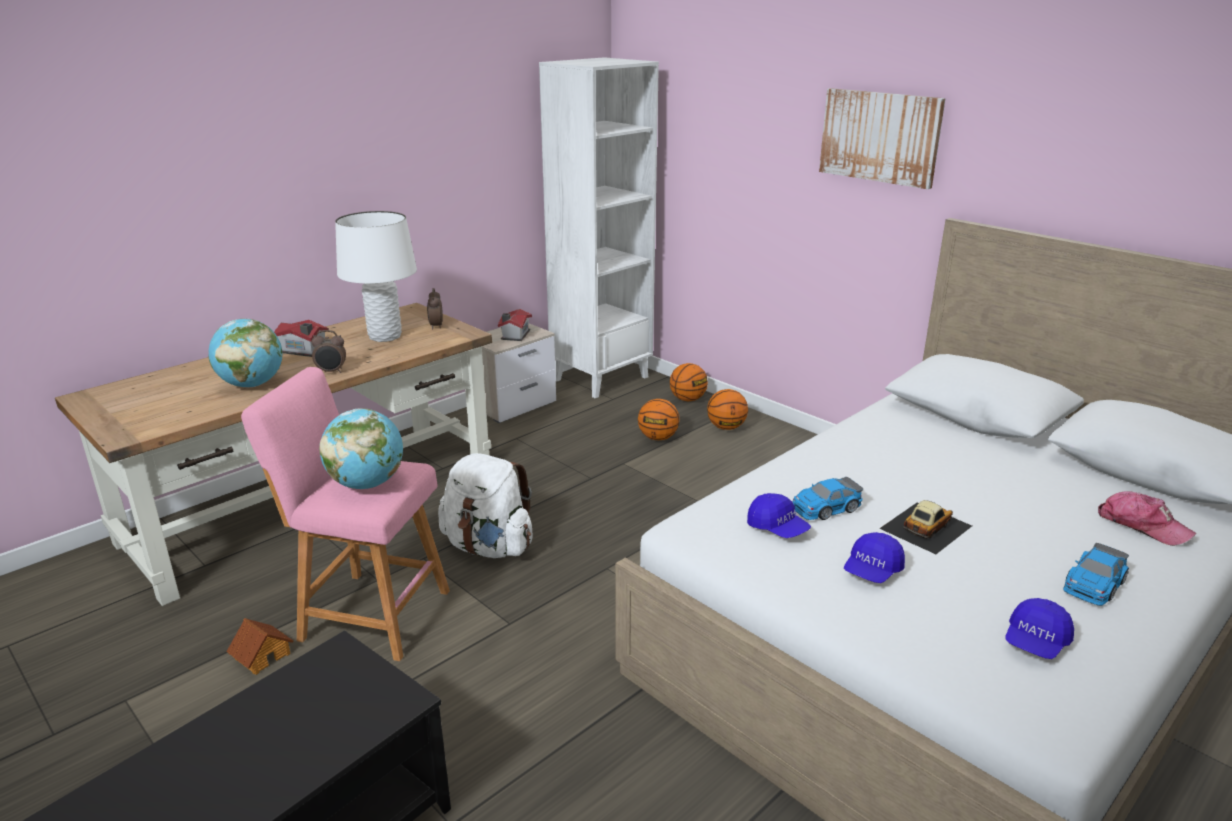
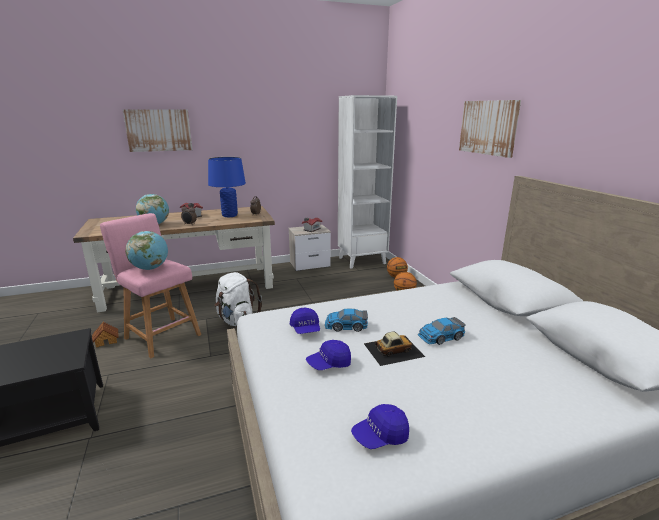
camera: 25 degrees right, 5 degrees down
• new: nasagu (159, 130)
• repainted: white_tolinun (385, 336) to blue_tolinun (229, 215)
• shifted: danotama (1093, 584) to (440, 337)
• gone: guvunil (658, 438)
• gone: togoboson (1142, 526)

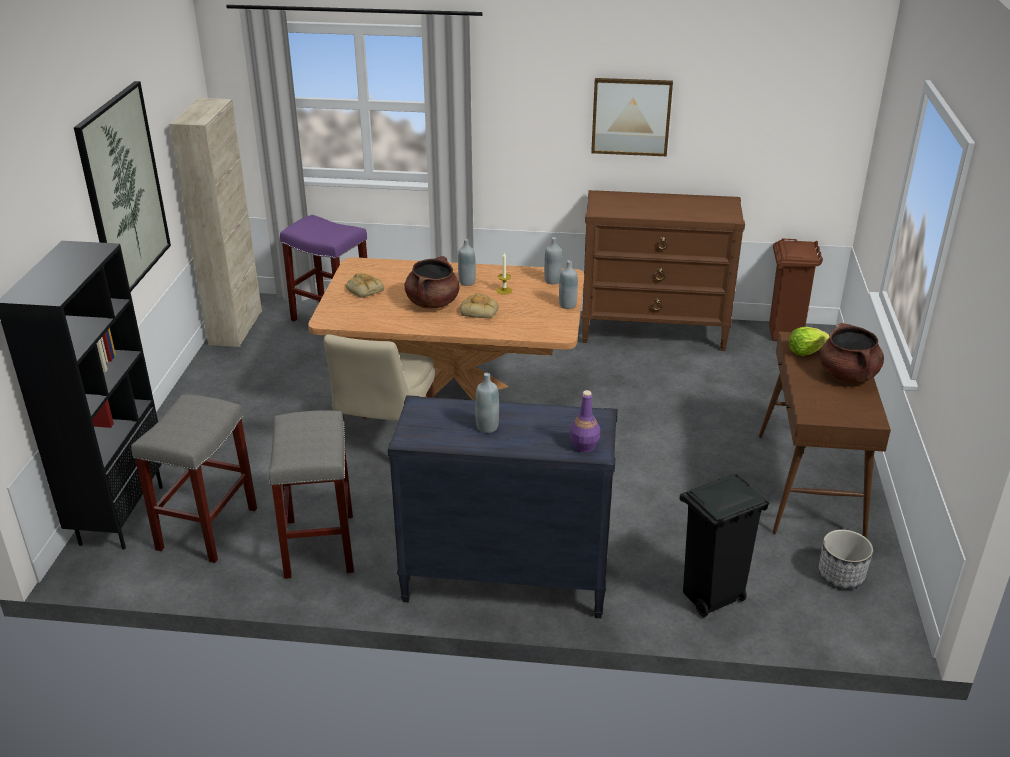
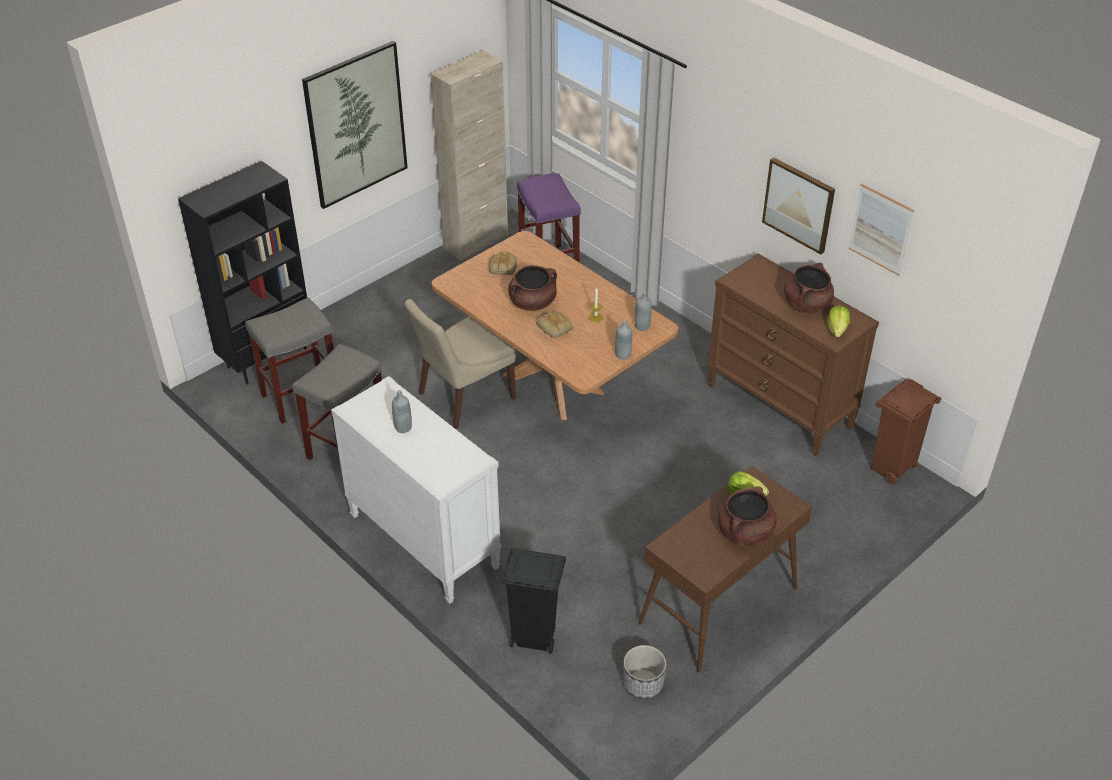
camera: 40 degrees right, 10 degrees up
• repainted: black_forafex (504, 582) to white_forafex (423, 541)
• new: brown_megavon (806, 304)
• new: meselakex (837, 330)
• new: nasagu (880, 229)
• gone: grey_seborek (467, 282)
• gone: purple_seborek (584, 446)

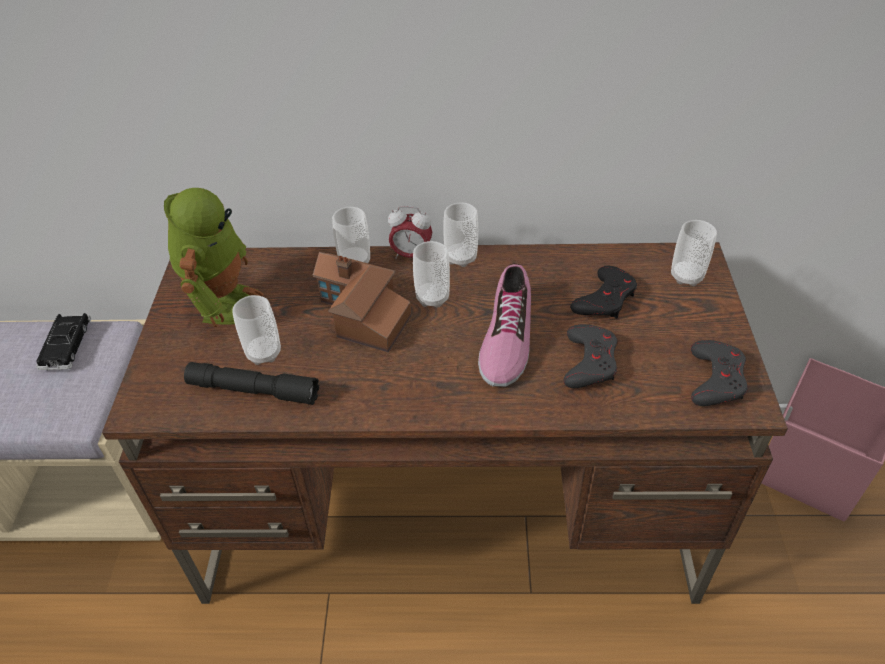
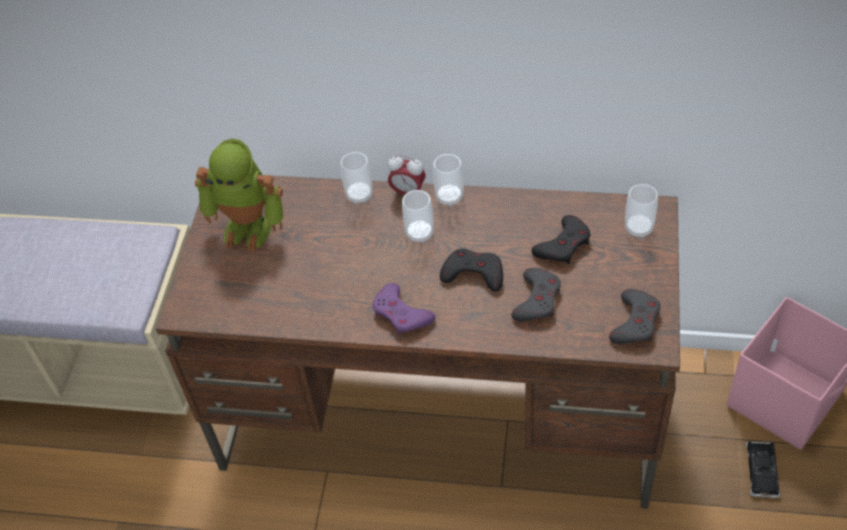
camera: 10 degrees right, 5 degrees up
• rotated: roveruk (224, 303) = (249, 227) 90 degrees clockwise
• new: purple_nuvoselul (401, 314)
• swapped: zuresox (505, 337) to black_nuvoselul (473, 273)
• shifted: black_danotama (66, 345) to (761, 471)
• gone: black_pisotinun (253, 390)
• gone: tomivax (264, 353)
• gone: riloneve (361, 315)

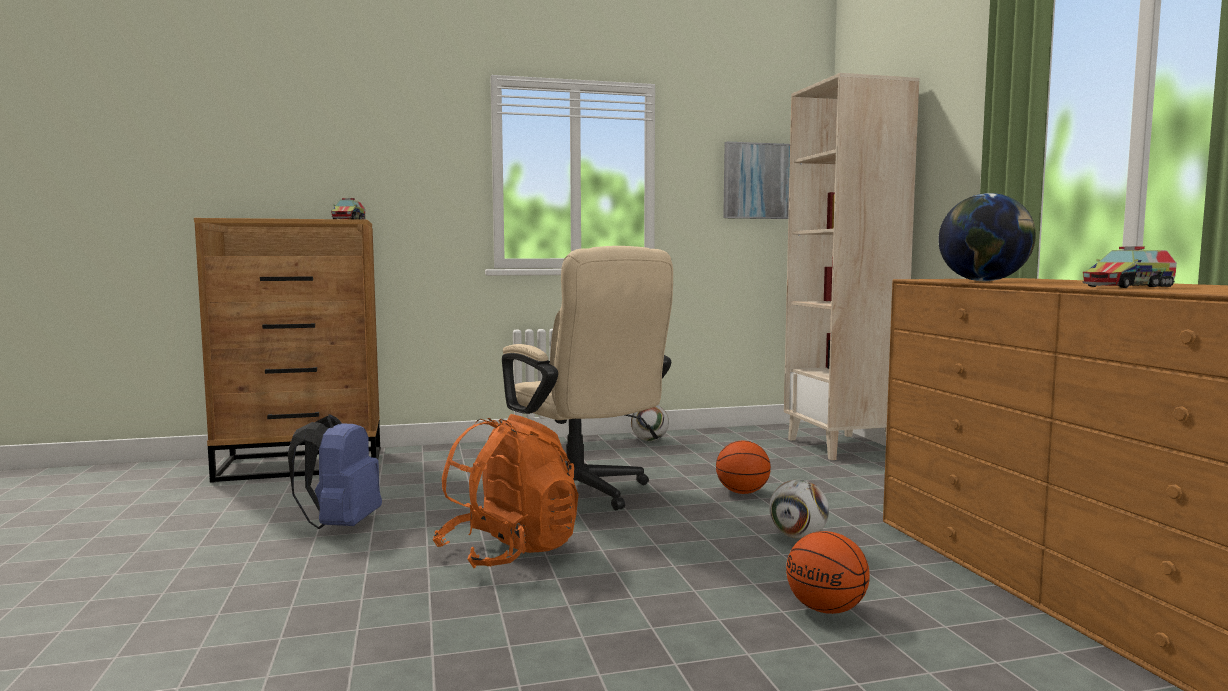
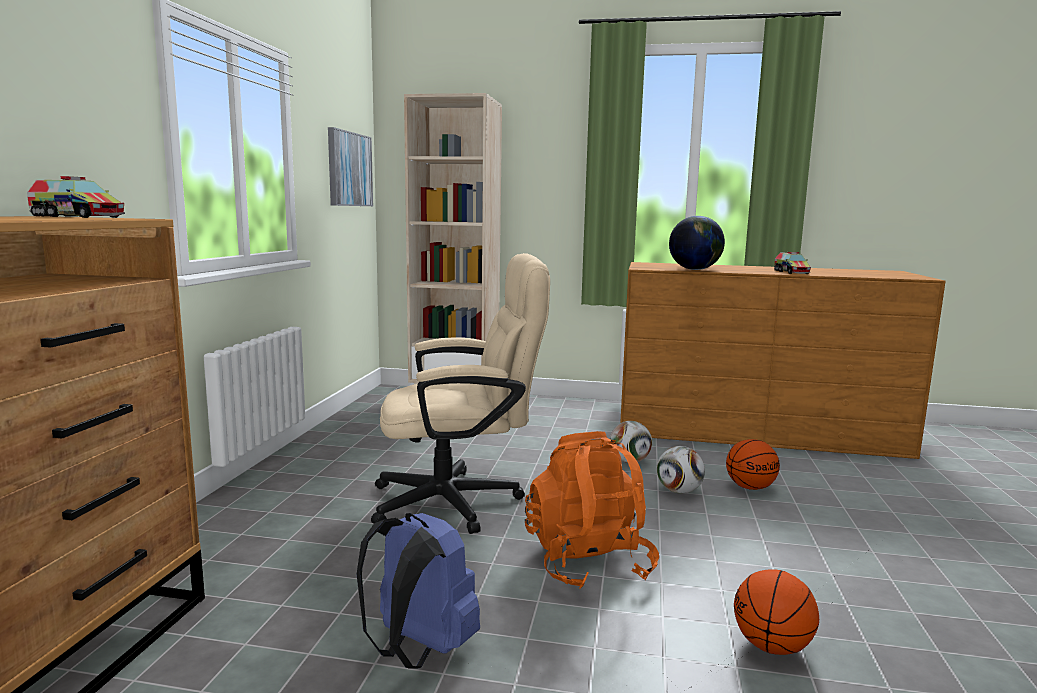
camera: 65 degrees left, 5 degrees up
• shifted: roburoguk (649, 440) to (679, 491)
• shifted: guvunil (742, 493) to (772, 647)

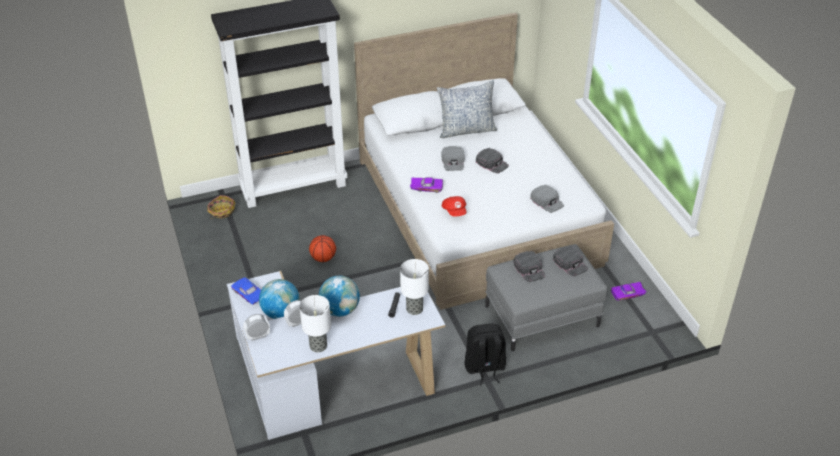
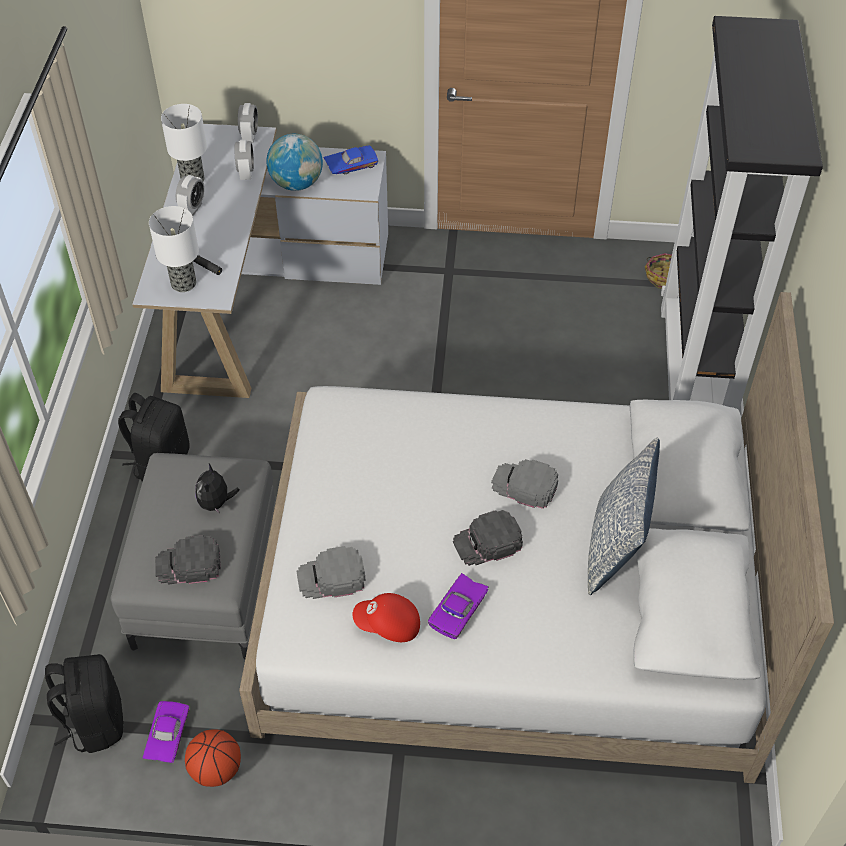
camera: 115 degrees right, 10 degrees up
• new: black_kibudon (95, 721)
• new: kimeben (193, 208)
• shifted: guvunil (323, 258) to (216, 769)
• swapped: black_togoboson (529, 269) to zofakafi (216, 503)
• shifted: red_togoboson (455, 211) to (388, 625)
• shifted: purple_danotama (426, 187) to (459, 611)
• gone: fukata (340, 310)

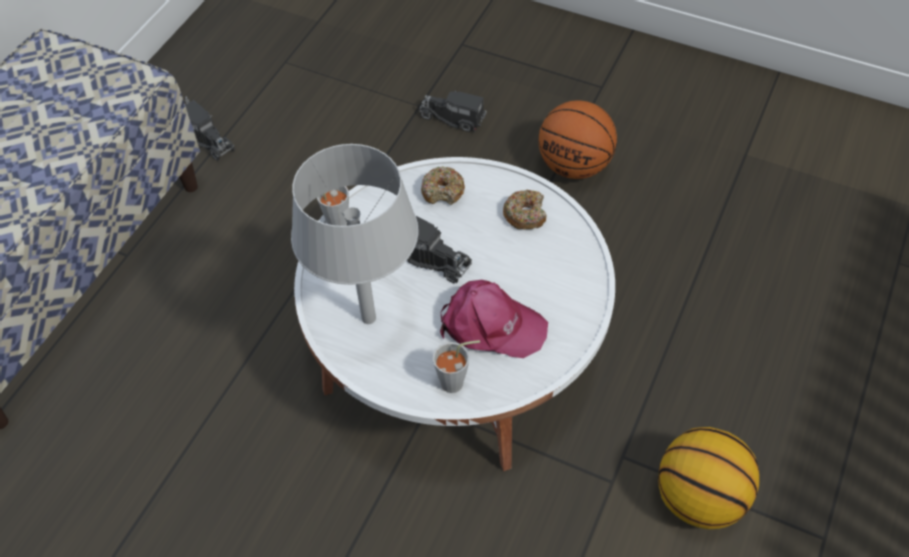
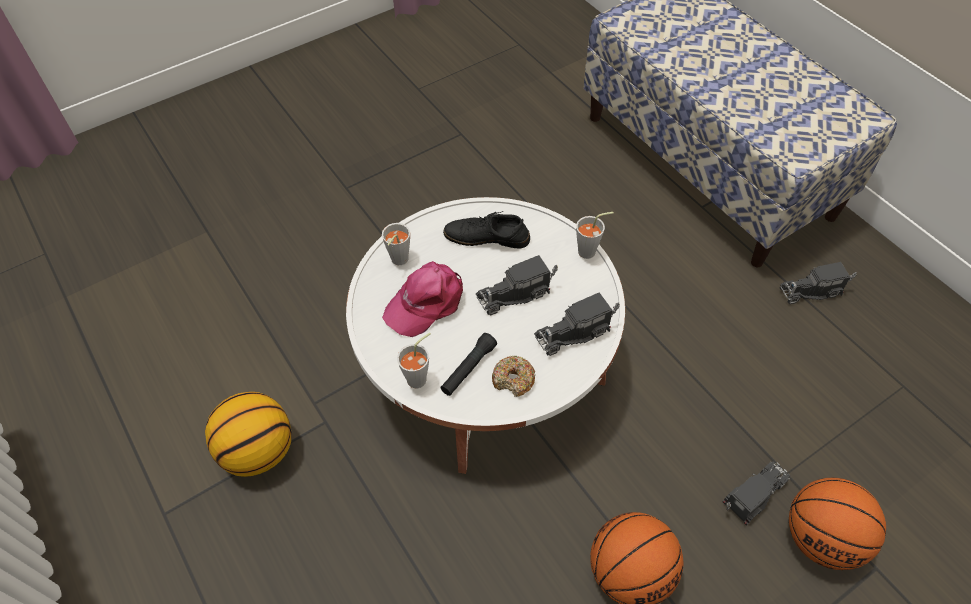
camera: 120 degrees right, 0 degrees up
• new: grey_tomivax (420, 377)
• new: black_pisotinun (468, 369)
• swapped: grey_tolinun (369, 317) to black_zuresox (487, 237)
• swapped: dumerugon (443, 191) to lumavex (575, 332)
• new: guvunil (821, 537)

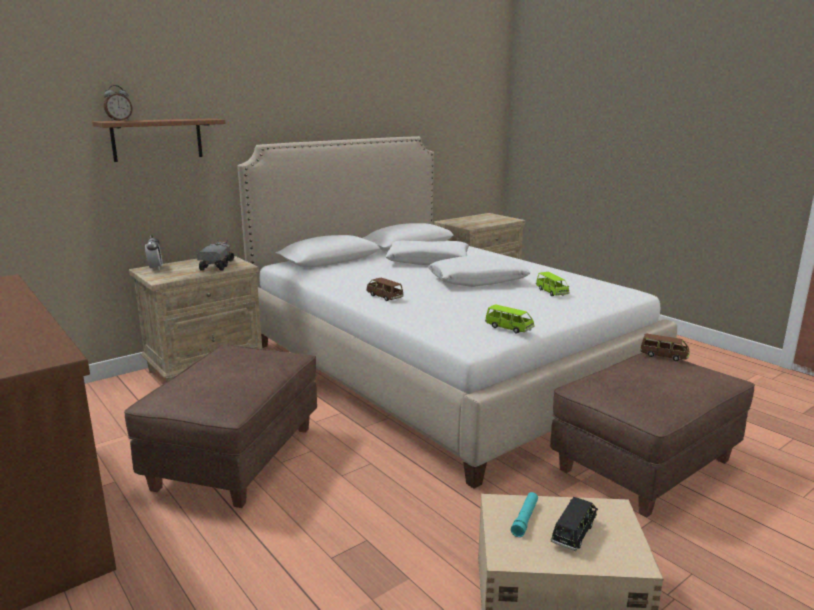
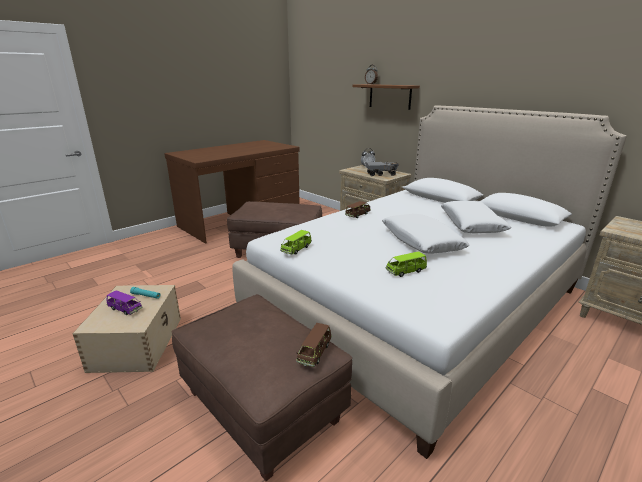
camera: 85 degrees right, 5 degrees up
• repainted: black_danotama (573, 533) to purple_danotama (125, 309)

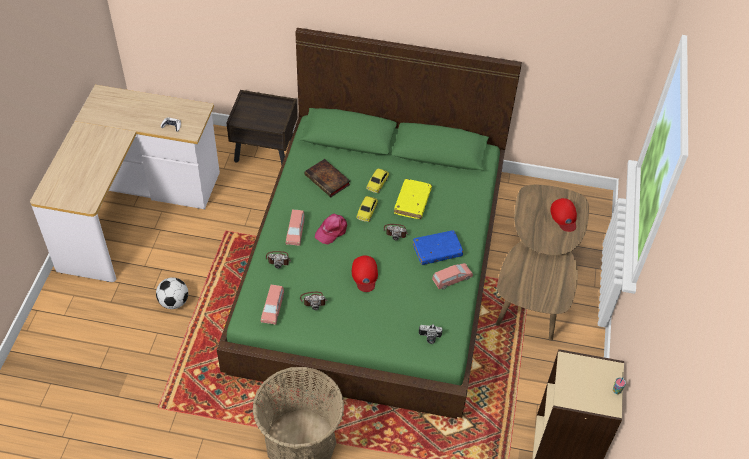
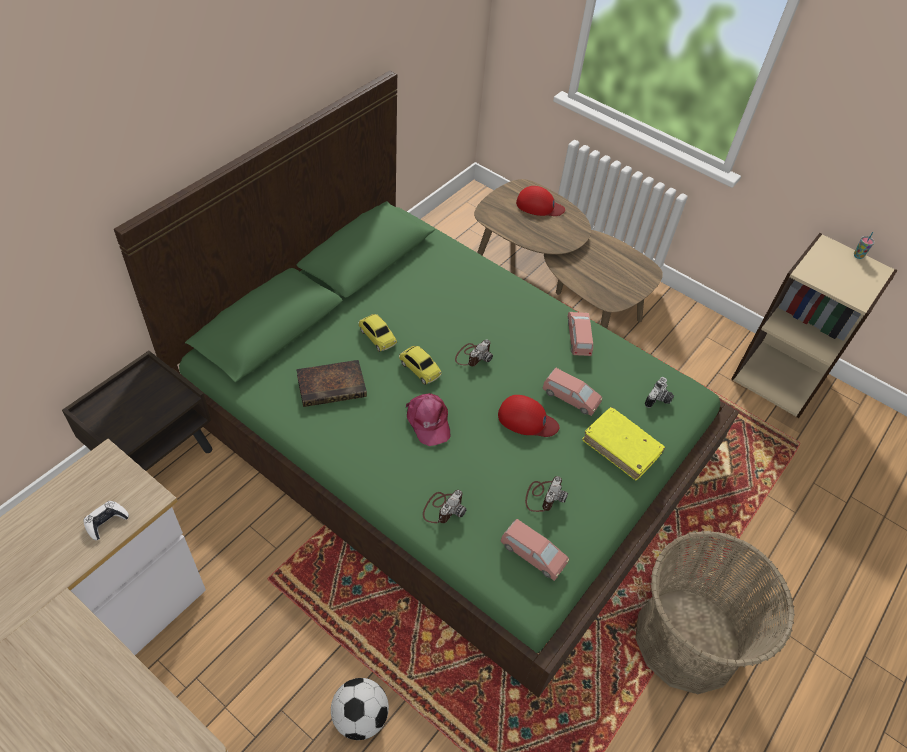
camera: 65 degrees left, 0 degrees up
• shifted: pink_danotama (295, 232) to (570, 397)
• shifted: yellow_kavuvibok (412, 202) to (621, 447)
• gone: blue_kavuvibok (437, 251)

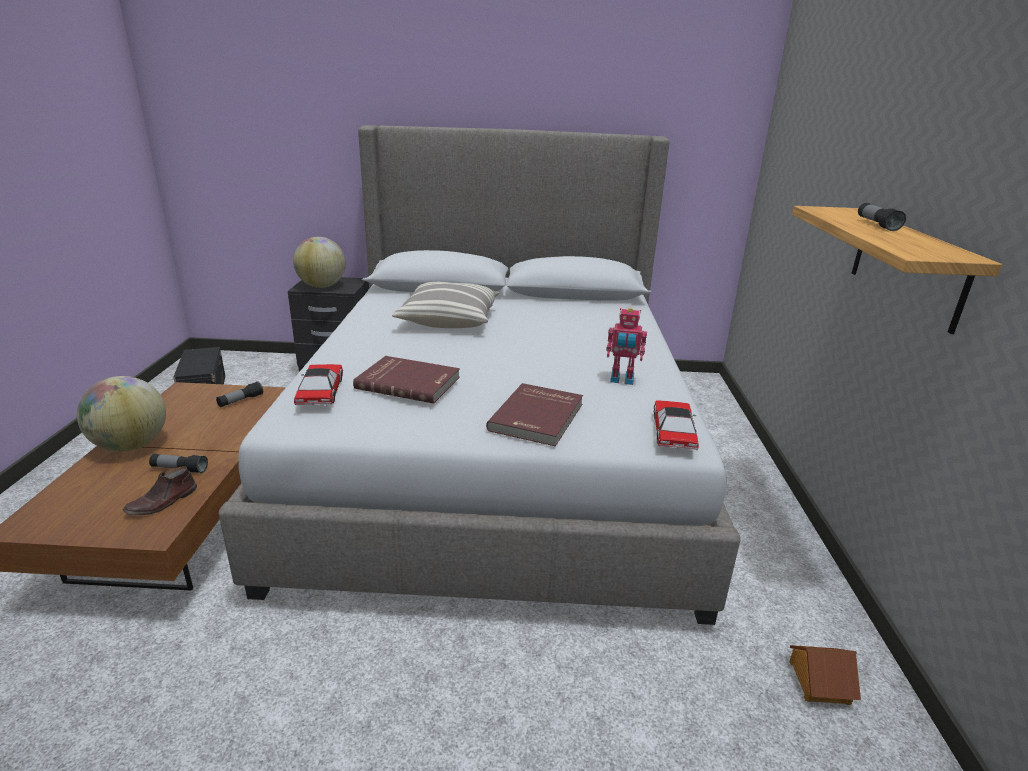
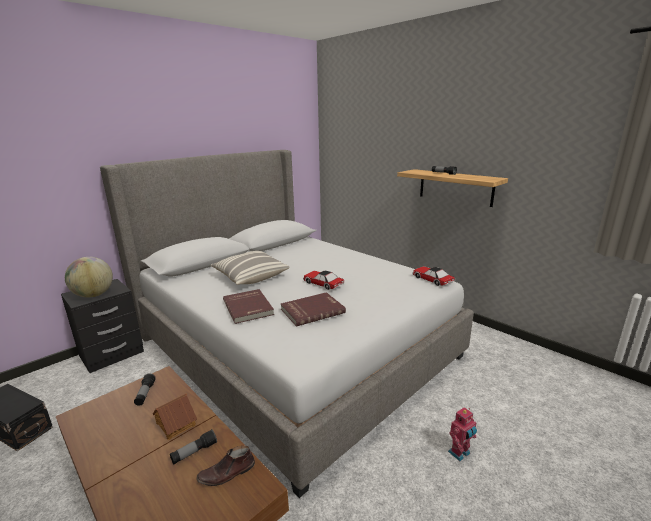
camera: 45 degrees left, 5 degrees down
• shifted: riloneve (818, 682) to (175, 424)
• rotated: brown_zuresox (163, 502) = (227, 473) 75 degrees clockwise
• shifted: red_kavuvibok (538, 417) to (249, 307)
• shifted: danotama (320, 392) to (323, 283)
• shifted: roveruk (622, 380) to (460, 453)
• gone: fukata (131, 446)

